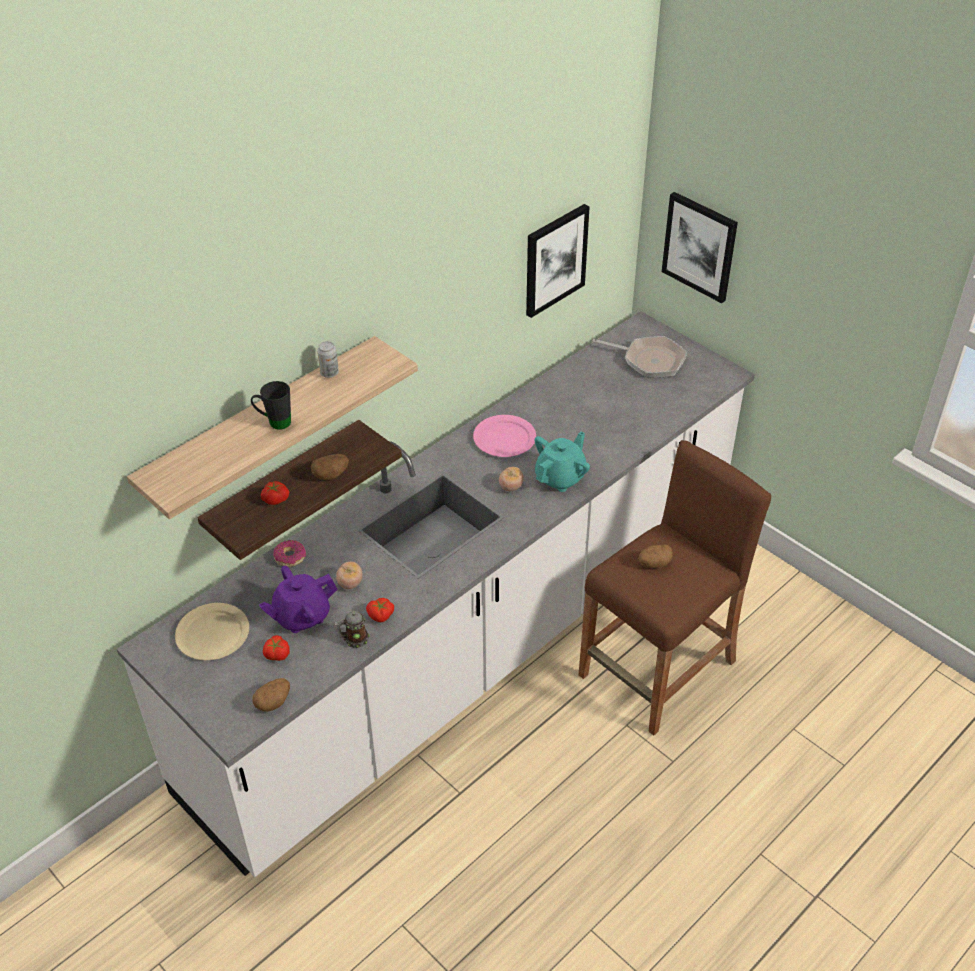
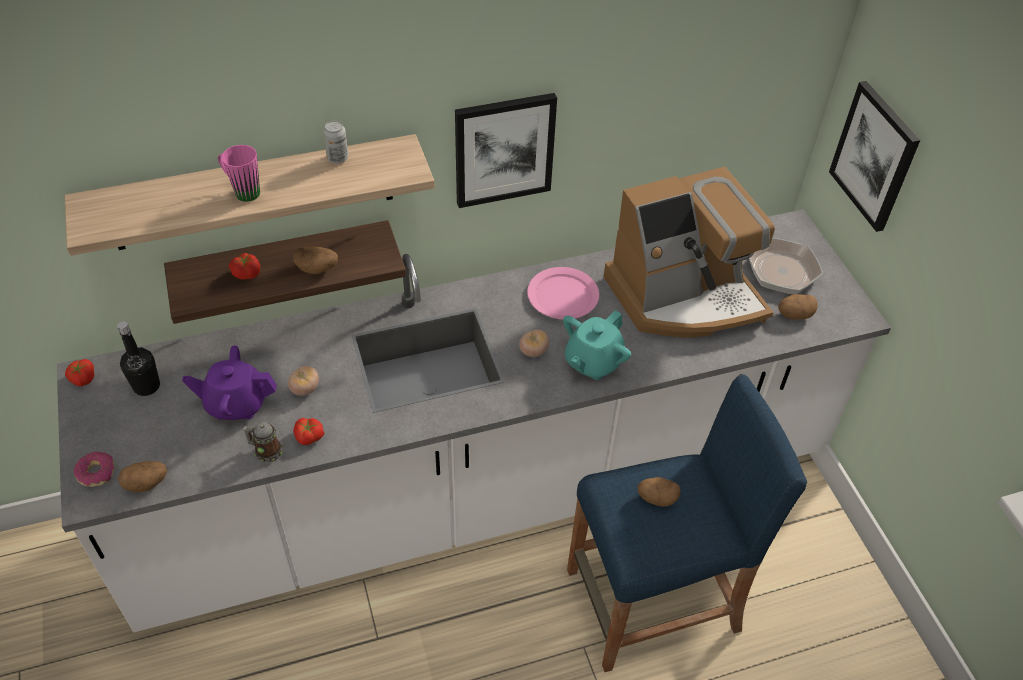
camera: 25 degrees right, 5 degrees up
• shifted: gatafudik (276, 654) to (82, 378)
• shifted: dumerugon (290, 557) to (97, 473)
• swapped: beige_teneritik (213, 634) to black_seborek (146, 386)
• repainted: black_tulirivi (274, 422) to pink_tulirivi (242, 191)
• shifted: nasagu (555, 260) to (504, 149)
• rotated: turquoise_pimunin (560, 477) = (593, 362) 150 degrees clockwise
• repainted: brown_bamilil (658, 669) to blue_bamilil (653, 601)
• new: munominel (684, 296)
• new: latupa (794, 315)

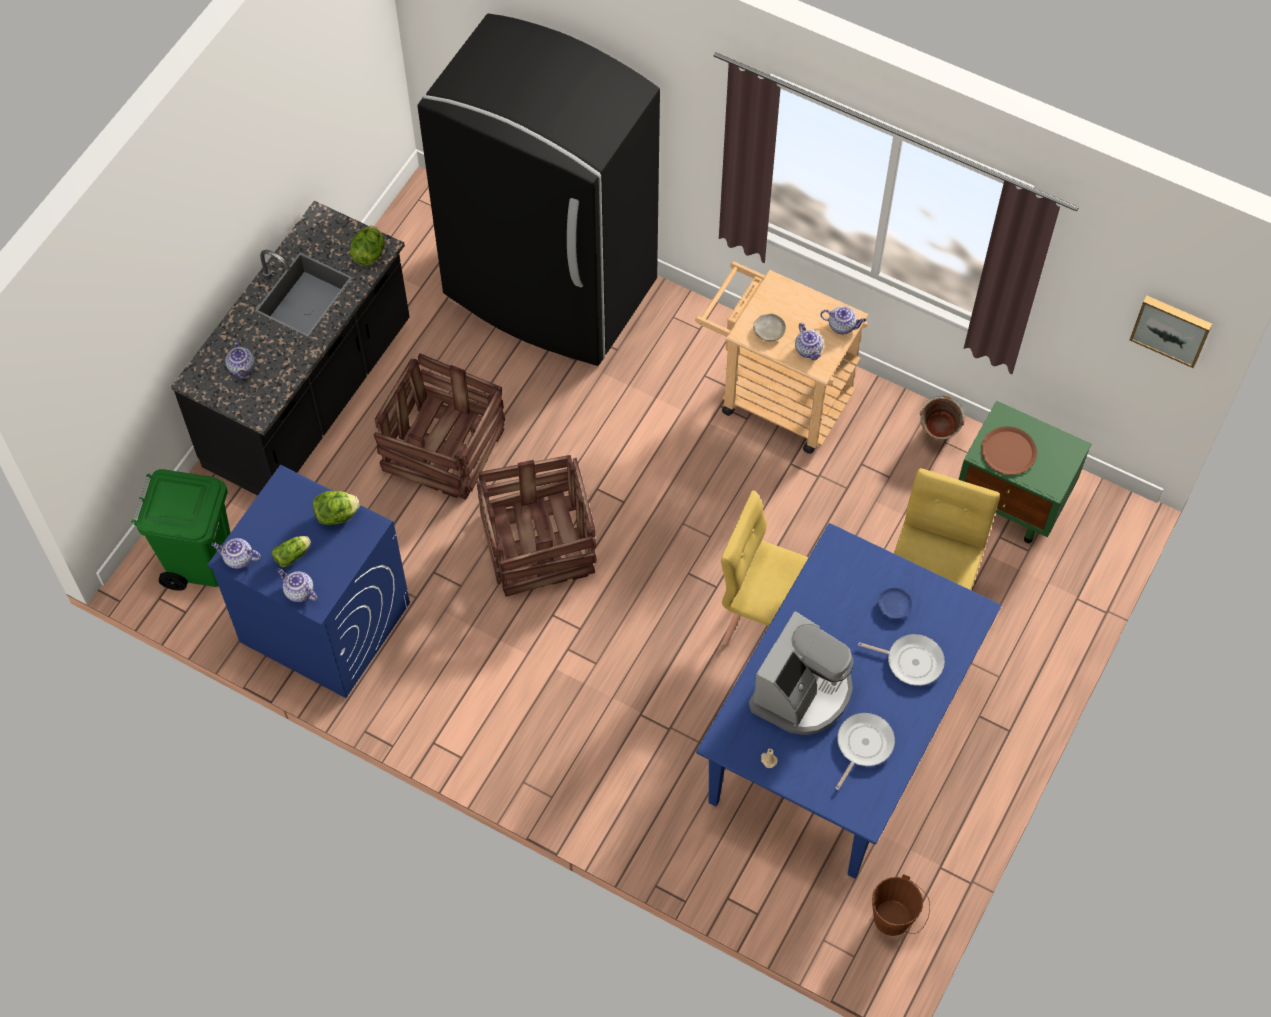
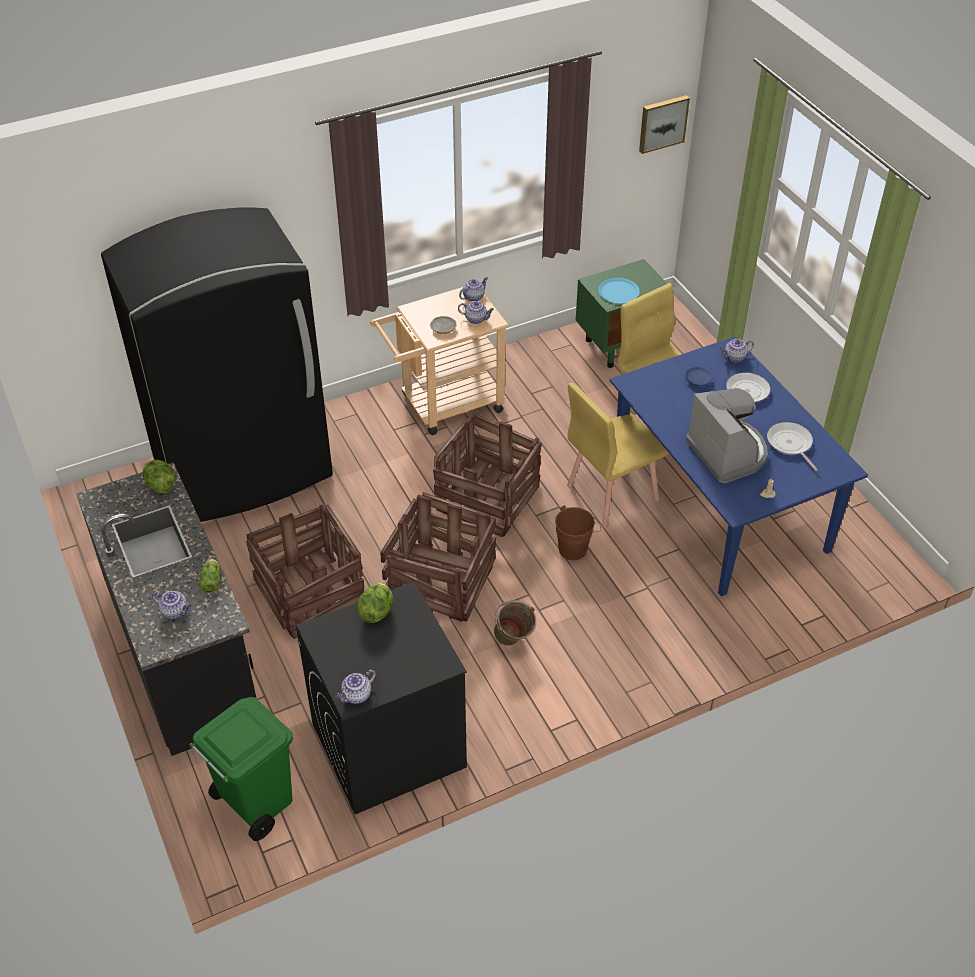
camera: 55 degrees left, 15 degrees down
• shifted: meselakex (294, 554) to (212, 580)
• repainted: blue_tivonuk (324, 622) to black_tivonuk (388, 746)
• new: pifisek (487, 499)
• shifted: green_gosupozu (937, 437) to (513, 642)
• shifted: brown_gosupozu (896, 920) to (575, 548)
• repainted: brown_teneritik (1008, 451) to blue_teneritik (618, 292)
• shifted: pimunin (298, 591) to (734, 357)

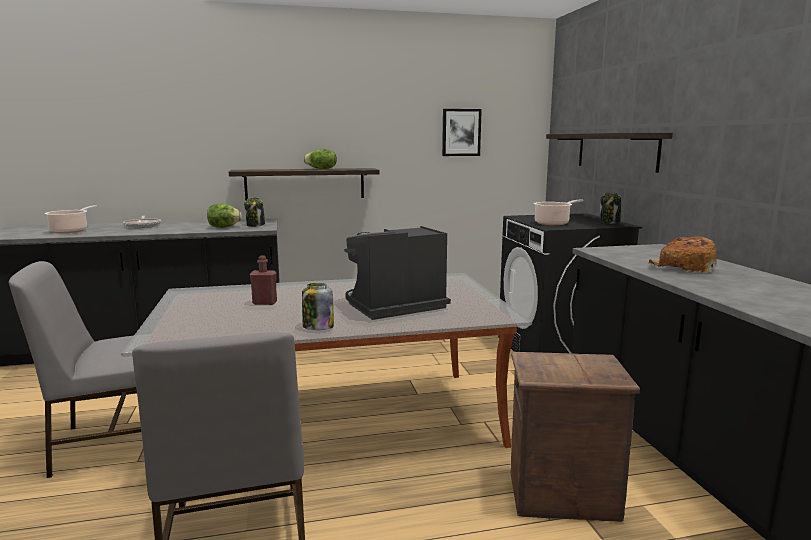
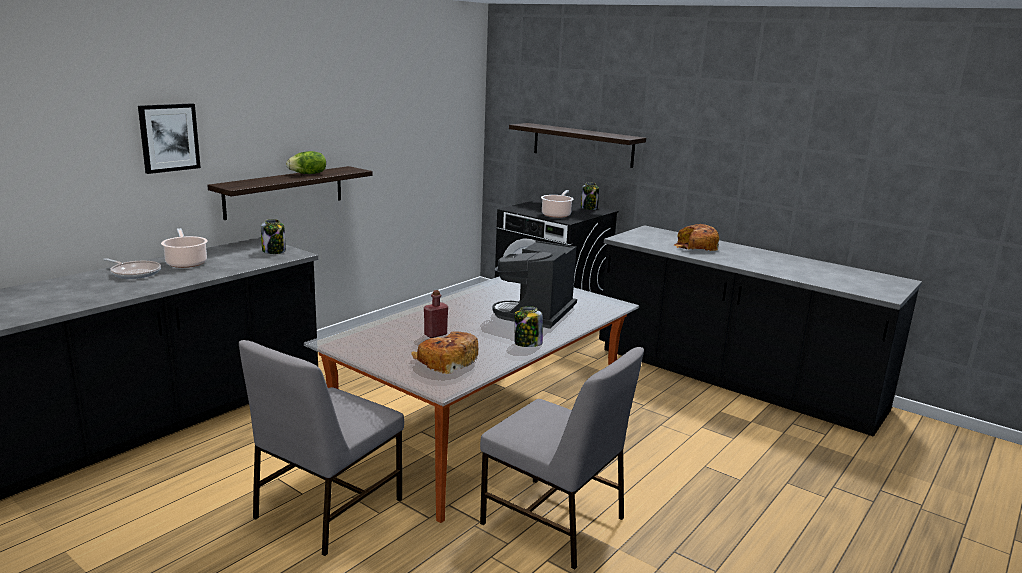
camera: 40 degrees left, 5 degrees up
• shifted: nasagu (461, 132) to (169, 137)
• shifted: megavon (71, 231) to (186, 262)
• new: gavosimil (446, 362)
• gone: meselakex (224, 227)
• gone: pifisek (561, 495)

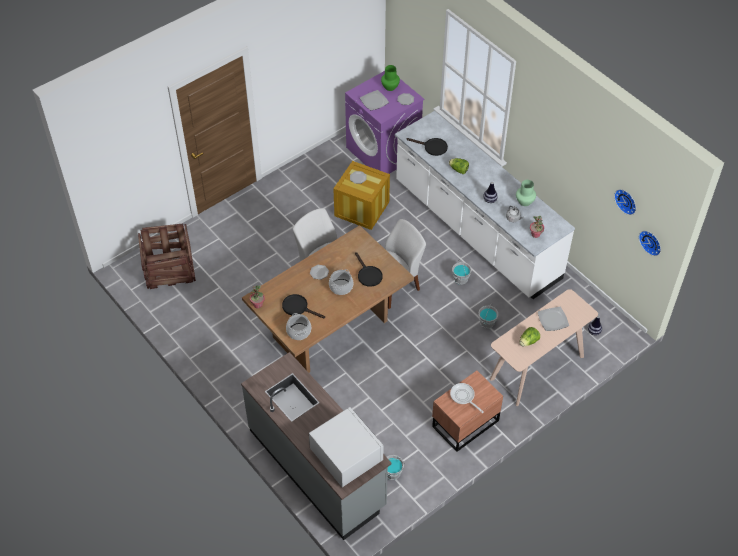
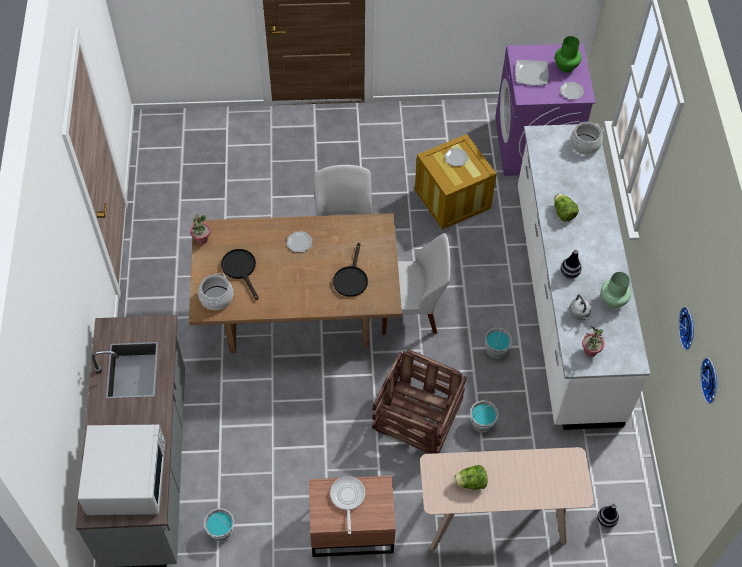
camera: 35 degrees right, 5 degrees up
• shifted: pifisek (168, 269) to (416, 415)
• shifted: megavon (341, 287) to (585, 145)
• shifted: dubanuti (651, 242) to (689, 328)
• gone: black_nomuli (432, 147)
• gone: teneritik (553, 320)

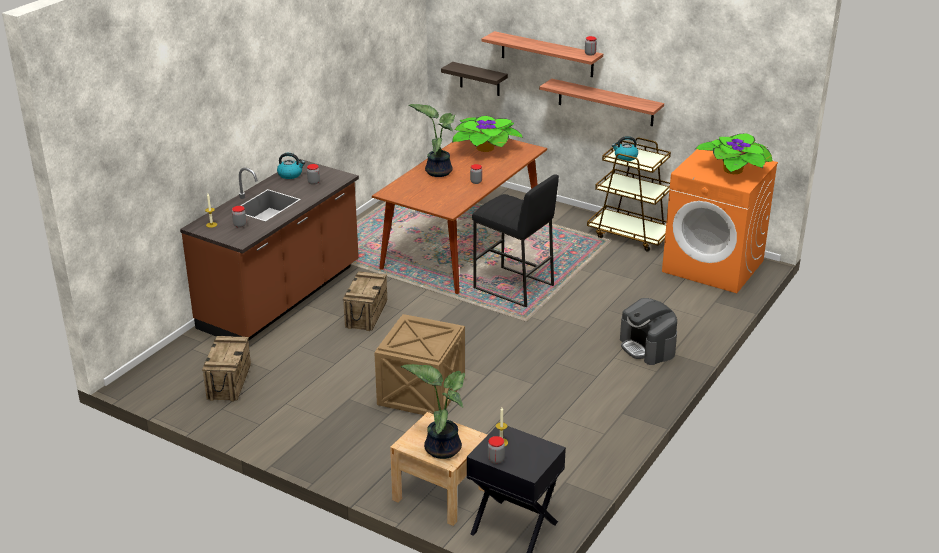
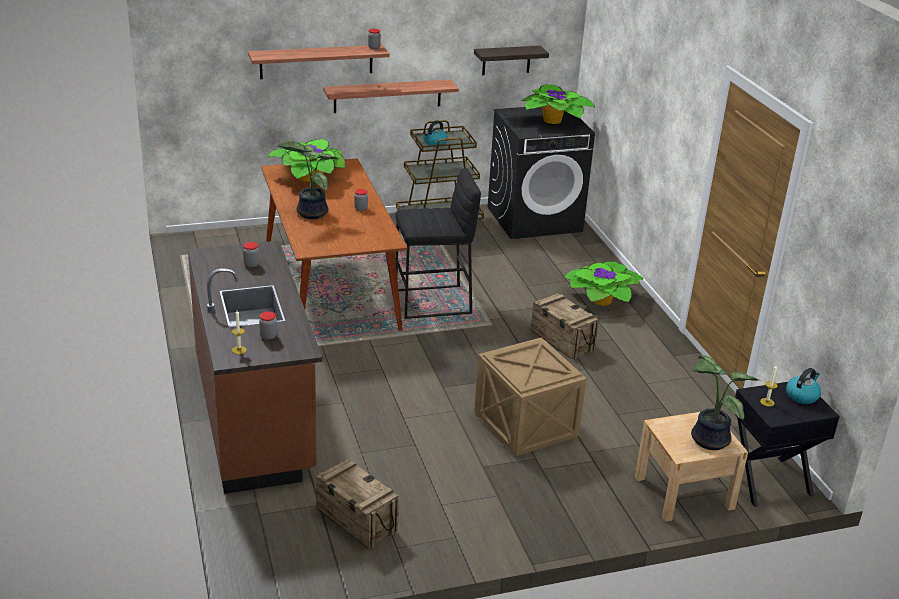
camera: 50 degrees left, 0 degrees up
• shifted: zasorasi (479, 79) to (506, 60)
• repainted: orange_tivonuk (713, 266) to black_tivonuk (534, 219)
• shifted: pifisek (366, 314) to (561, 341)
• swapped: munominel (647, 347) to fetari (602, 299)
• shifted: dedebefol (290, 174) to (802, 396)
• gone: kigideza (496, 459)

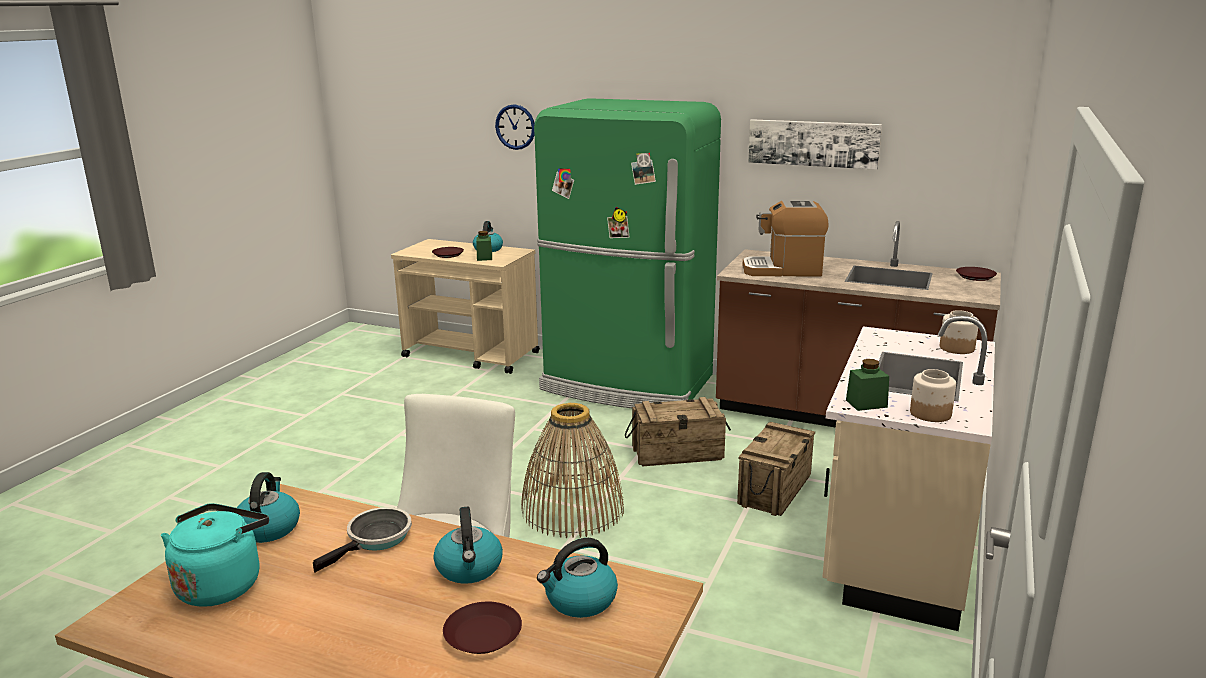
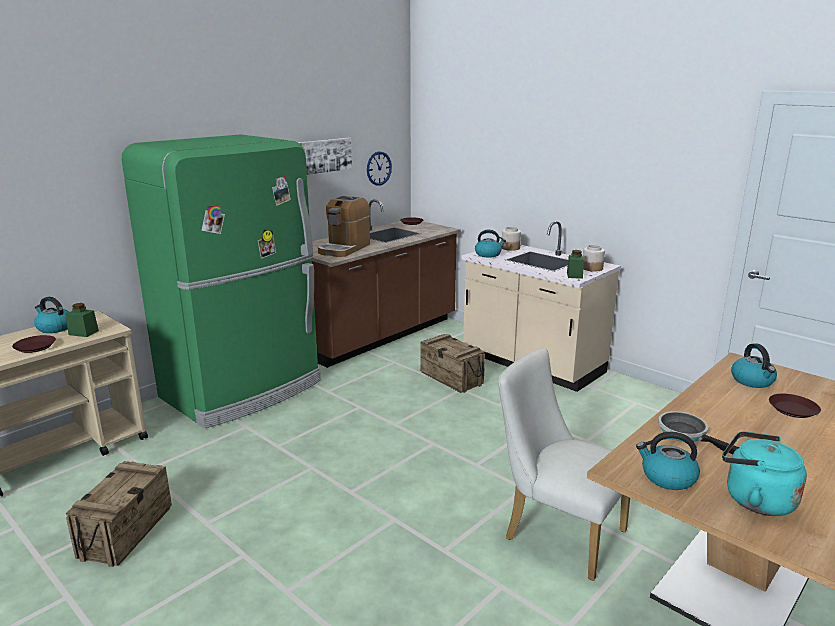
camera: 70 degrees left, 0 degrees up
• shifted: pifisek (677, 453) to (126, 531)
• shifted: dubanuti (515, 127) to (379, 168)
• shifted: dedebefol (469, 568) to (488, 254)
• gone: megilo (573, 509)

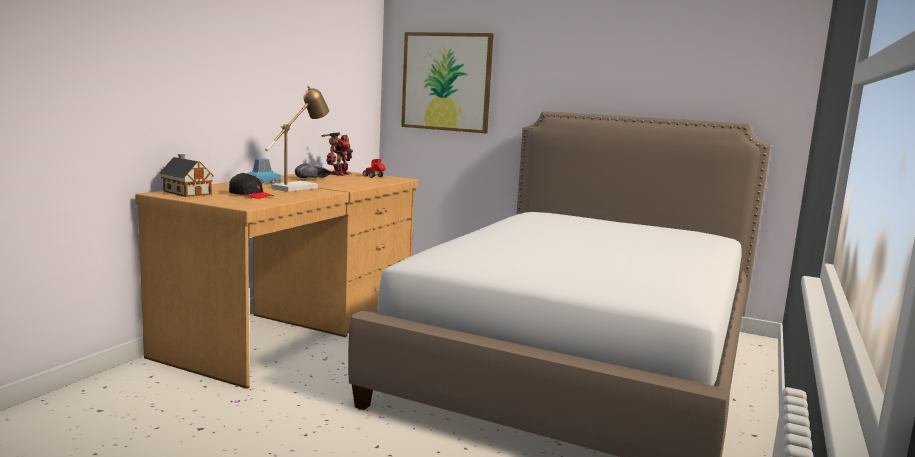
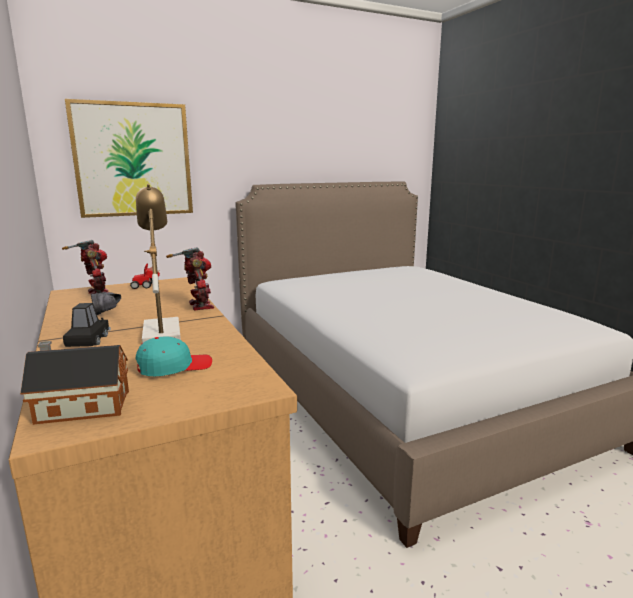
camera: 50 degrees left, 5 degrees up
• repainted: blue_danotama (263, 183) to black_danotama (88, 340)
• repainted: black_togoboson (250, 195) to turquoise_togoboson (174, 367)
• new: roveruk (198, 306)

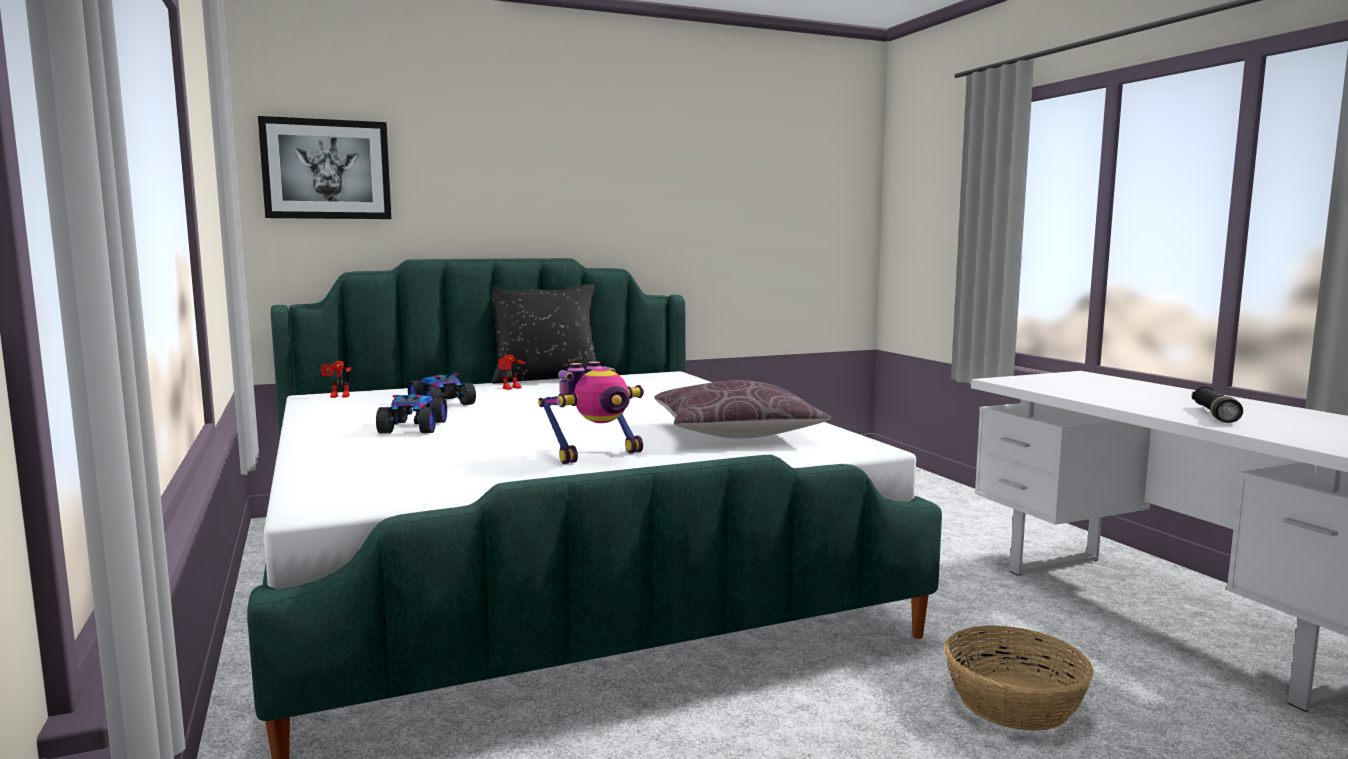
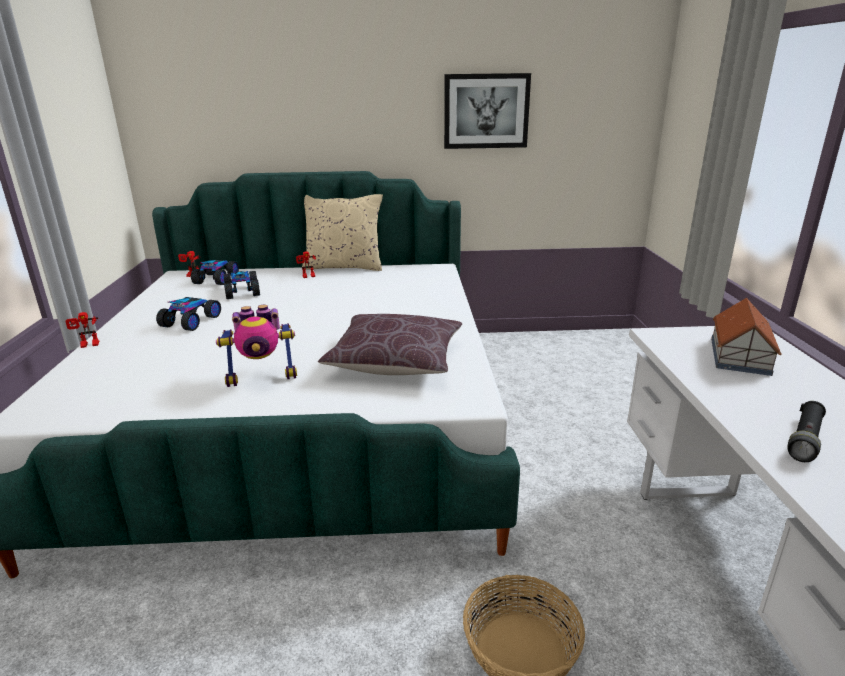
camera: 20 degrees right, 15 degrees up
• new: roveruk (88, 345)
• new: danotama (217, 279)
• repainted: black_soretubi (546, 379) to beige_soretubi (344, 266)
• shifted: nasagu (326, 169) to (486, 111)
• new: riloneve (740, 355)

